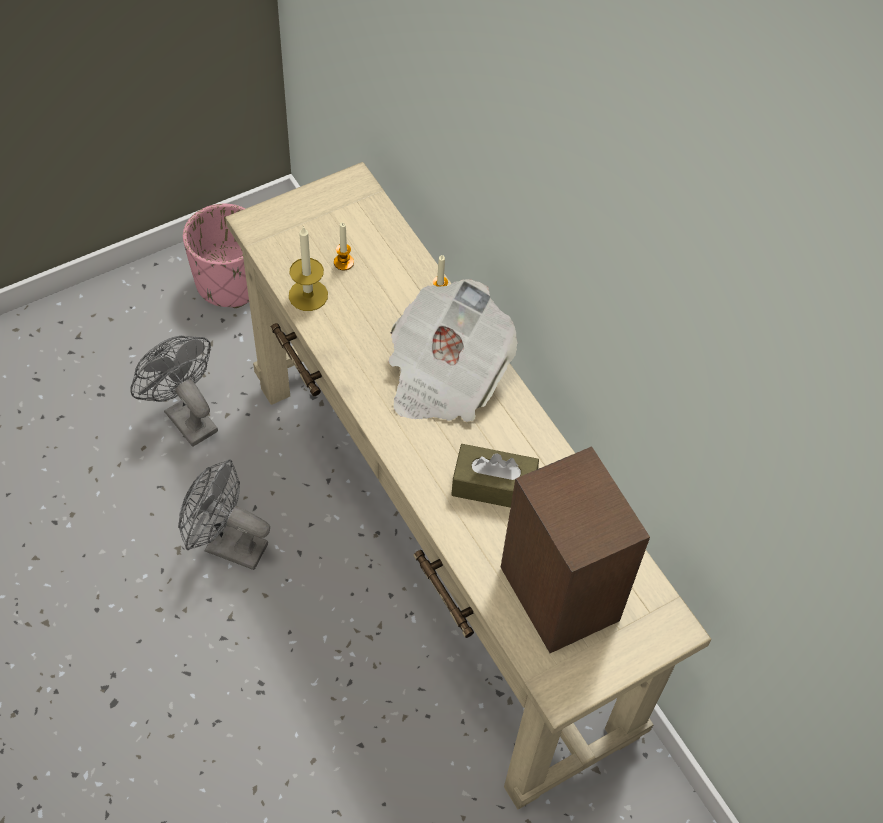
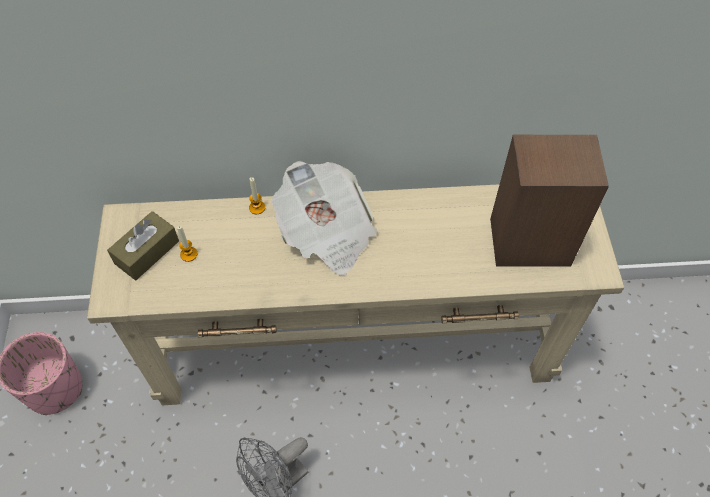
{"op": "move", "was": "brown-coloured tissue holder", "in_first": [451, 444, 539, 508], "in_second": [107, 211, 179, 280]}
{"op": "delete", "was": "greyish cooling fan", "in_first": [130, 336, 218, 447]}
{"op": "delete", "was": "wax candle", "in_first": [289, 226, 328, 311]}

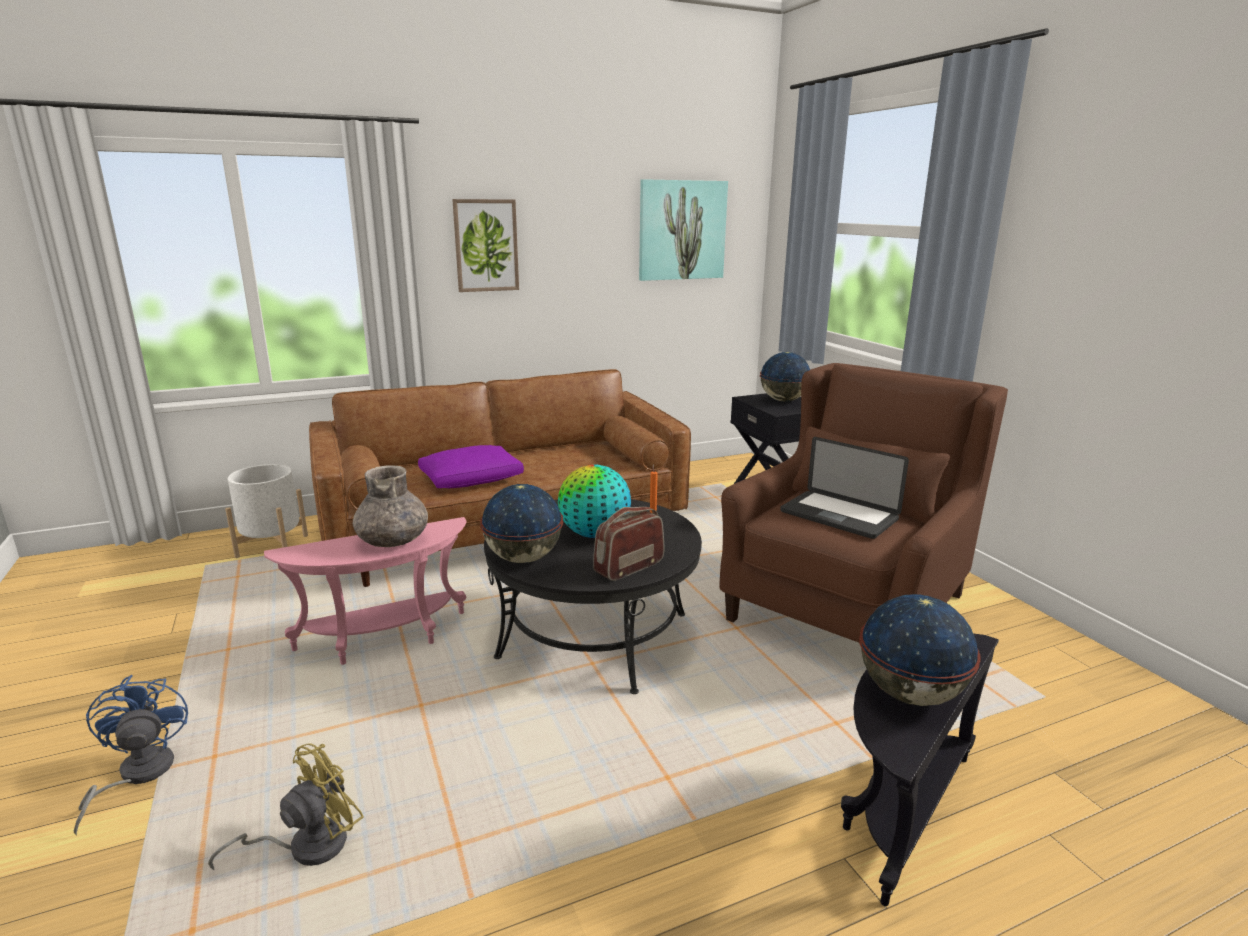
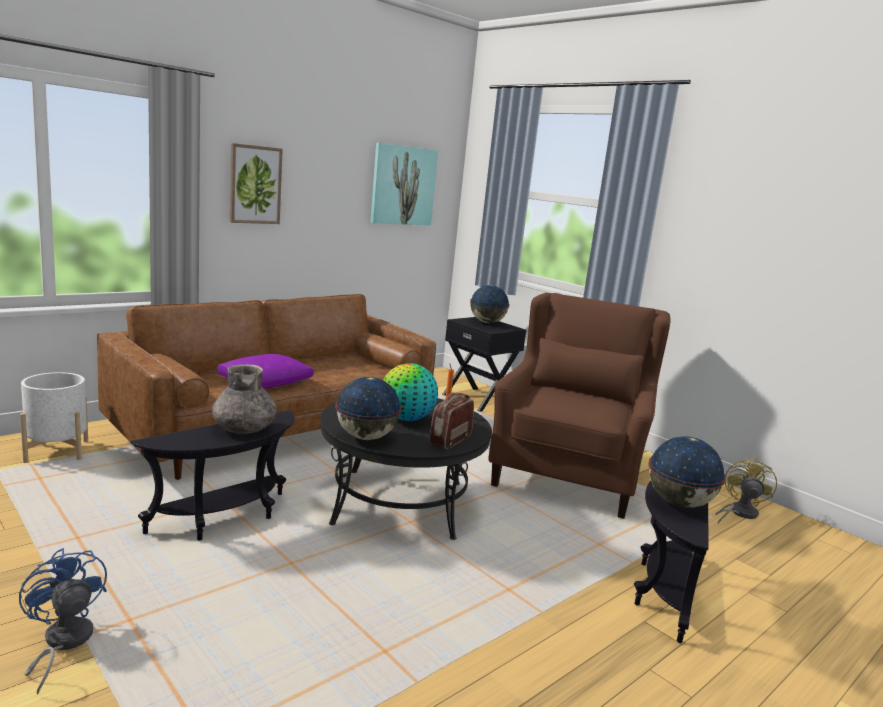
{"op": "recolor", "was": "pink end table", "now": "black end table", "in_first": [264, 517, 467, 665], "in_second": [130, 410, 295, 541]}
{"op": "move", "was": "yellowish cooling fan", "in_first": [208, 743, 364, 870], "in_second": [715, 458, 777, 524]}
{"op": "delete", "was": "laptop", "in_first": [780, 437, 909, 539]}

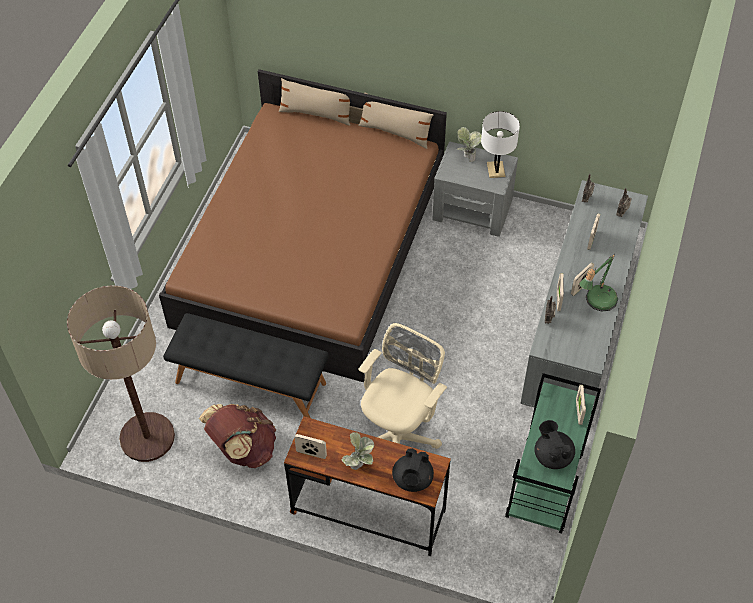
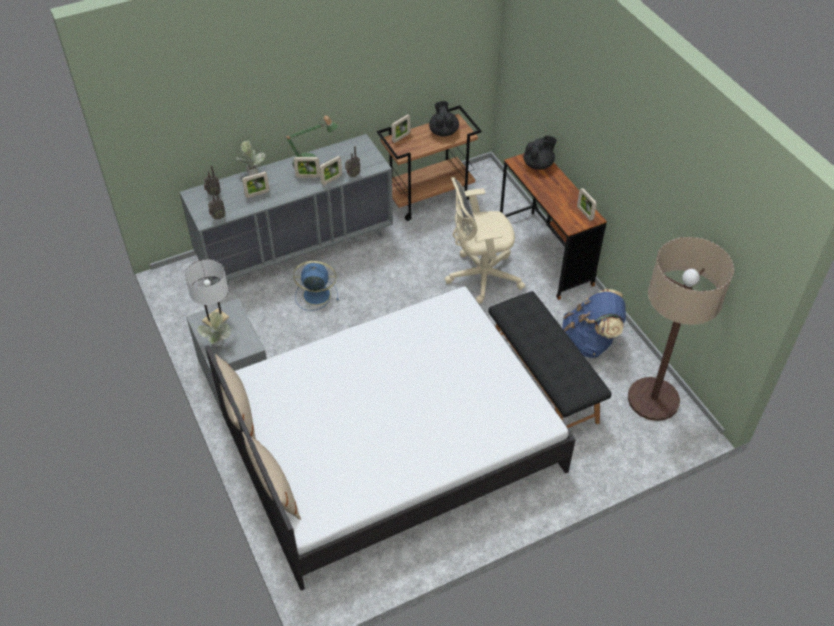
{"op": "recolor", "was": "brown-coloured bed", "now": "whitish bed", "in_first": [159, 69, 447, 382], "in_second": [205, 287, 576, 591]}
{"op": "move", "was": "potted plant", "in_first": [342, 432, 374, 470], "in_second": [235, 141, 265, 176]}
{"op": "insert", "now": "bluish cooling fan", "in_second": [293, 261, 338, 311]}
{"op": "recolor", "was": "green-coloured trolley", "now": "brown-coloured trolley", "in_first": [505, 373, 601, 534], "in_second": [377, 105, 482, 221]}
{"op": "rotate", "was": "black pot for tea", "in_first": [534, 420, 575, 469], "in_second": [429, 101, 459, 136], "clockwise": 150}
{"op": "recolor", "was": "brown-coloured rucksack", "now": "bluish rucksack", "in_first": [199, 404, 276, 468], "in_second": [563, 289, 626, 358]}

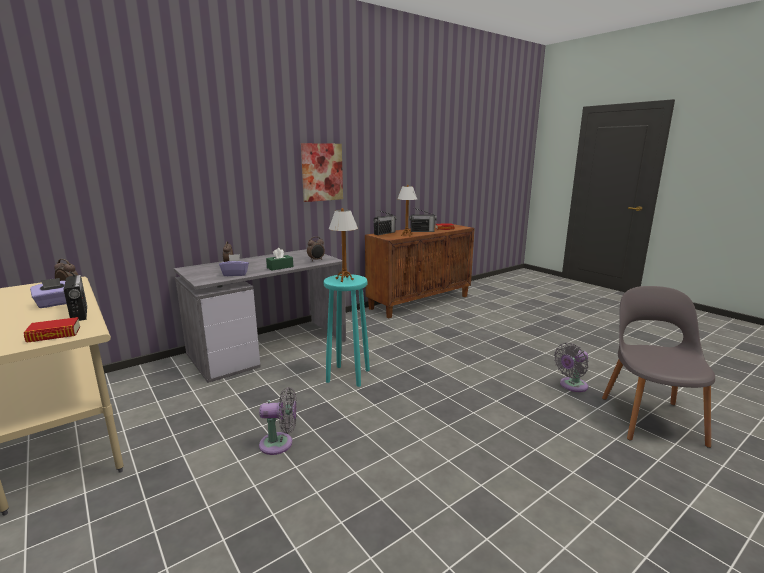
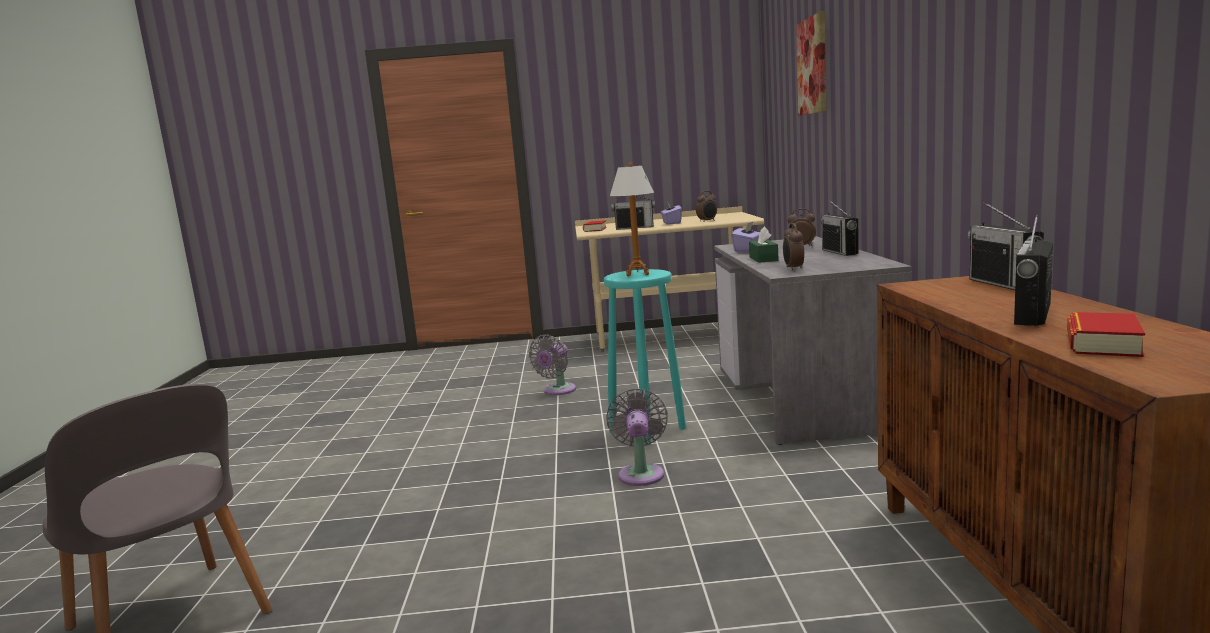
{"op": "move", "was": "greyish cooling fan", "in_first": [554, 343, 588, 392], "in_second": [607, 388, 668, 486]}
{"op": "move", "was": "wall art", "in_first": [301, 143, 343, 202], "in_second": [796, 11, 826, 116]}
{"op": "insert", "now": "radio receiver", "in_second": [821, 200, 859, 256]}
{"op": "delete", "was": "lamp for a table", "in_first": [397, 185, 417, 236]}

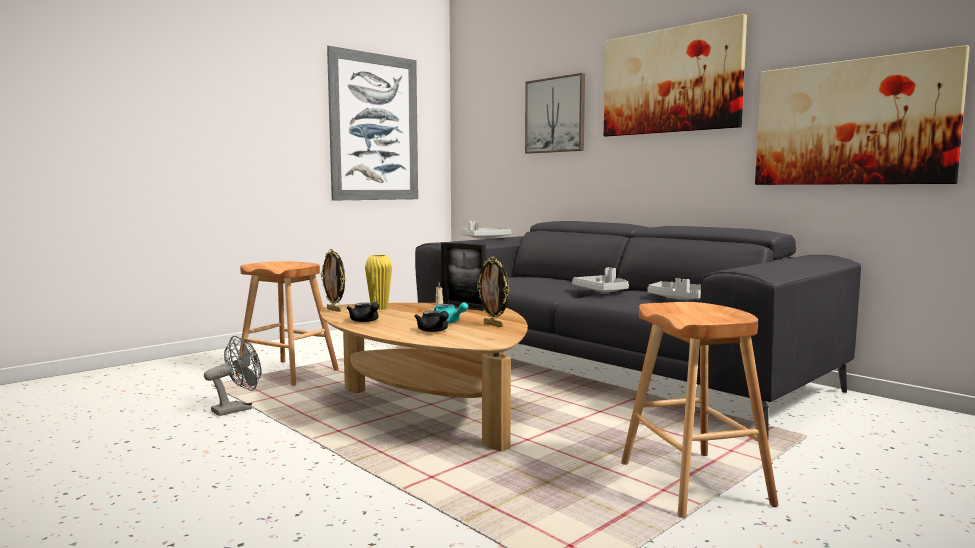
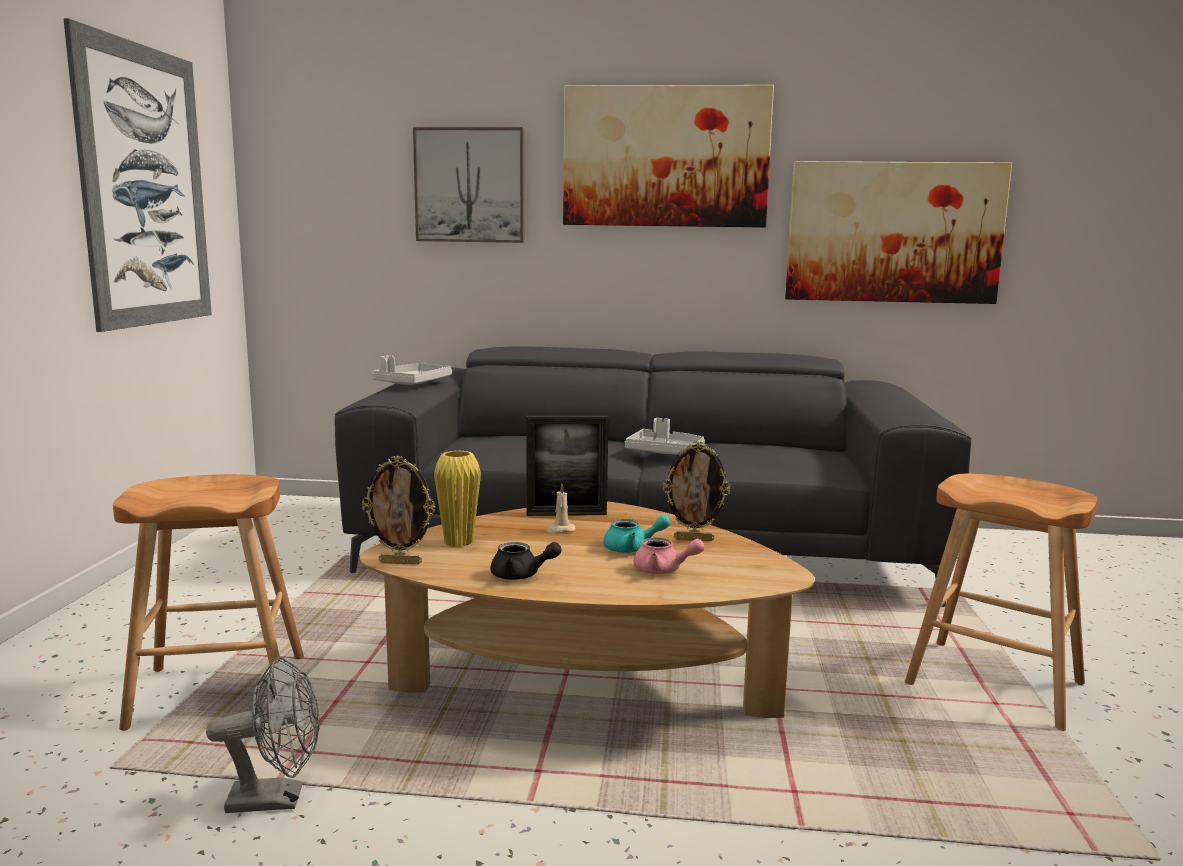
{"op": "rotate", "was": "greyish cooling fan", "in_first": [204, 336, 261, 416], "in_second": [206, 657, 320, 813], "clockwise": 75}
{"op": "recolor", "was": "black pot for tea", "now": "pink pot for tea", "in_first": [414, 311, 449, 332], "in_second": [634, 537, 705, 574]}
{"op": "delete", "was": "greyish tray", "in_first": [647, 278, 701, 300]}

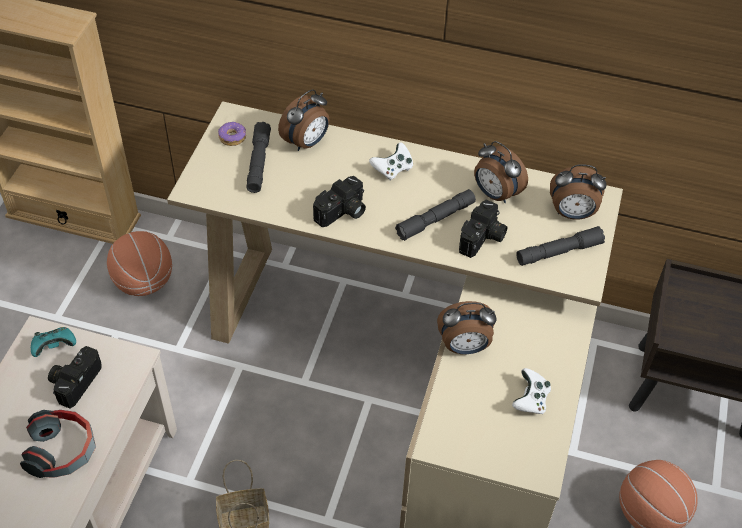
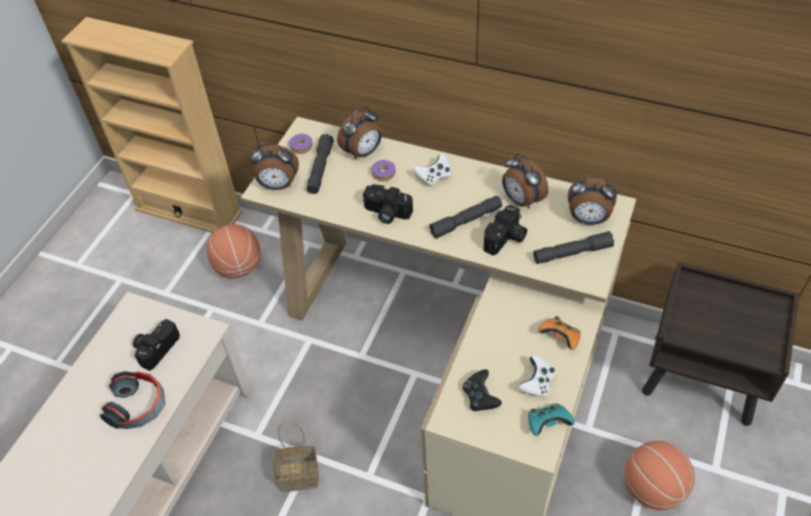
{"op": "move", "was": "alarm clock", "in_first": [437, 301, 496, 354], "in_second": [251, 142, 299, 190]}
{"op": "rotate", "was": "photo camera", "in_first": [313, 176, 366, 227], "in_second": [363, 184, 413, 224], "clockwise": 60}
{"op": "insert", "now": "ring doughnut", "in_second": [371, 160, 396, 181]}
{"op": "insert", "now": "black game controller", "in_second": [463, 369, 502, 411]}
{"op": "move", "was": "turquoise game controller", "in_first": [31, 327, 76, 357], "in_second": [528, 404, 575, 436]}
{"op": "insert", "now": "orange game controller", "in_second": [538, 316, 581, 350]}

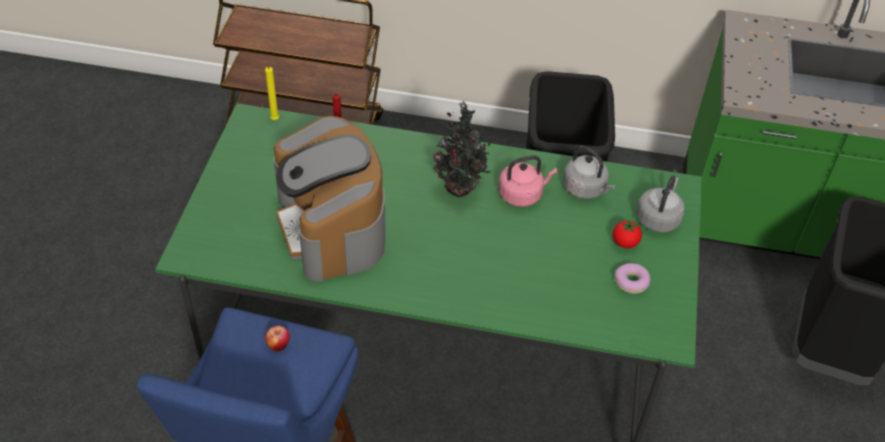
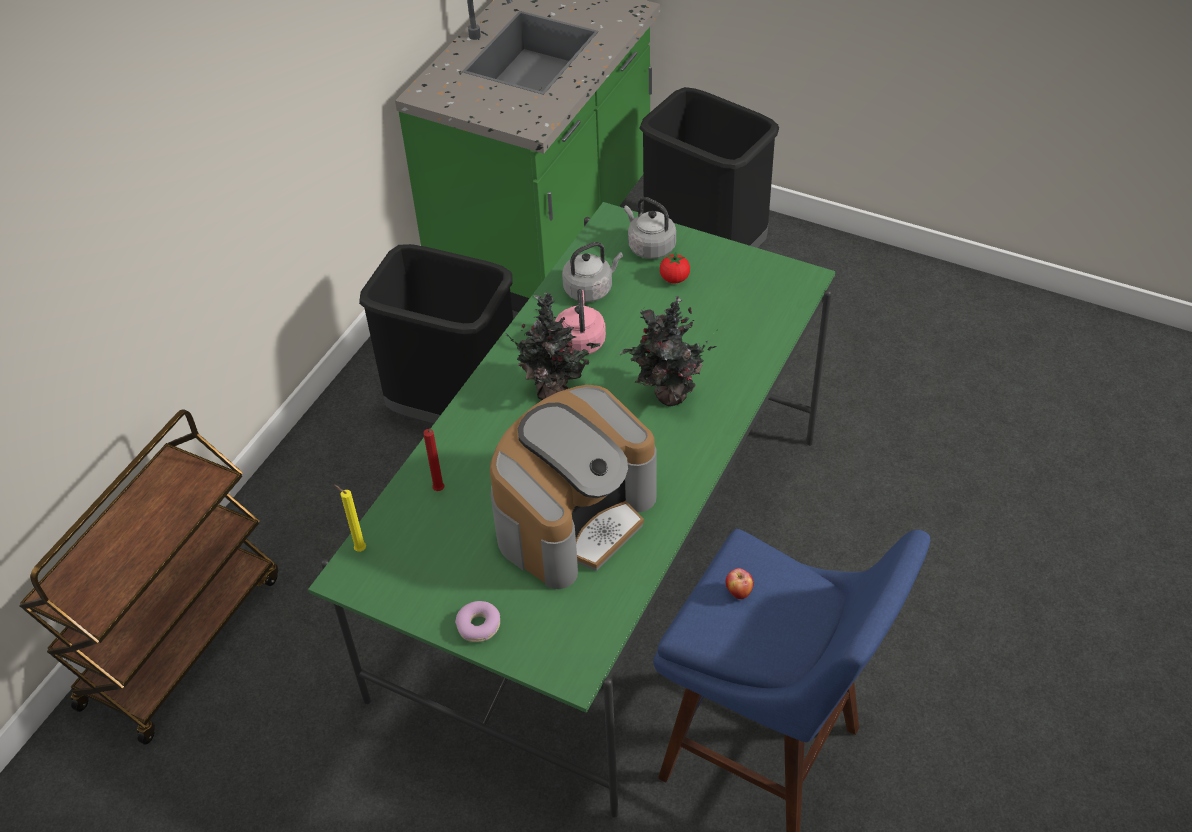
{"op": "move", "was": "ring doughnut", "in_first": [614, 263, 651, 294], "in_second": [455, 601, 500, 642]}
{"op": "rotate", "was": "coffee machine", "in_first": [274, 116, 385, 282], "in_second": [490, 385, 657, 589], "clockwise": -45}
{"op": "insert", "now": "potted plant", "in_second": [619, 296, 718, 407]}

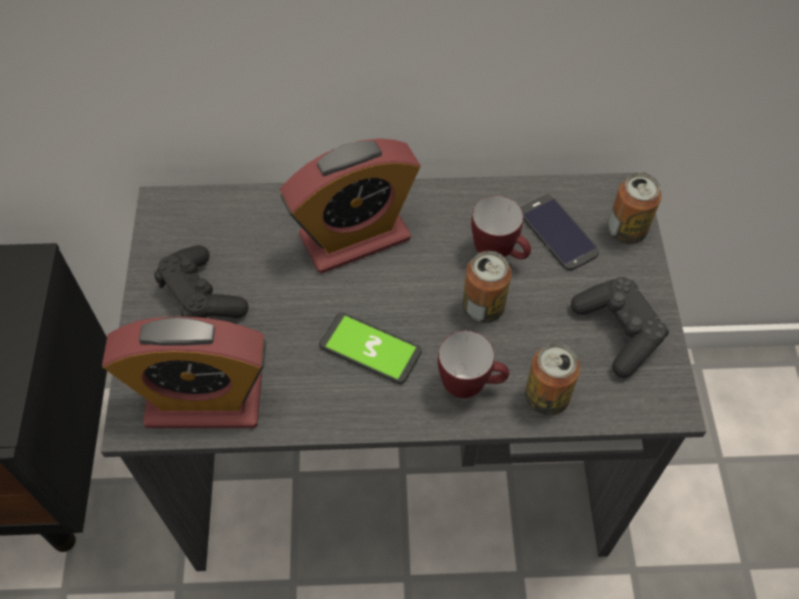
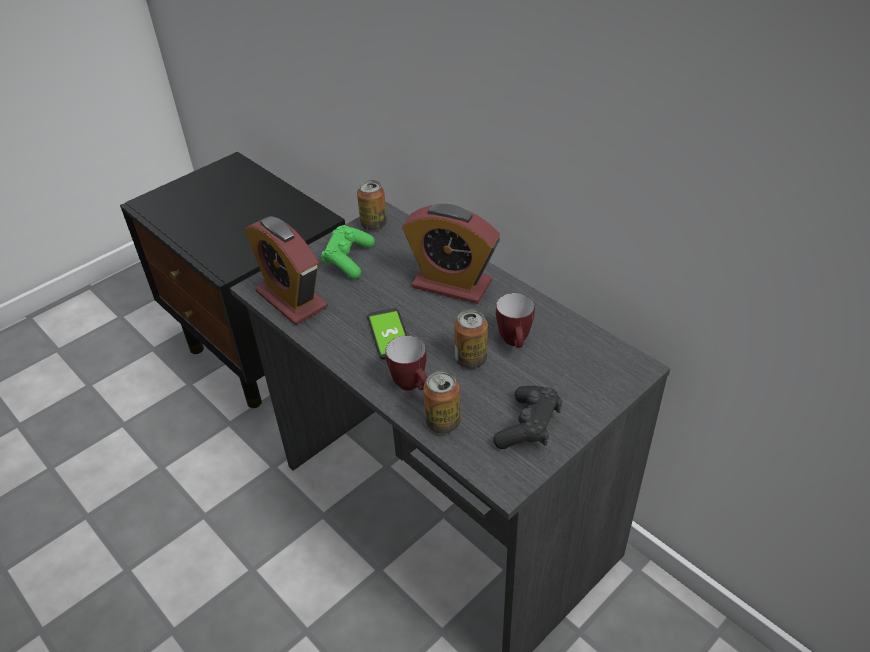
{"op": "recolor", "was": "black game controller", "now": "green-coloured game controller", "in_first": [154, 245, 248, 318], "in_second": [322, 225, 375, 279]}
{"op": "move", "was": "can", "in_first": [607, 173, 662, 244], "in_second": [357, 180, 387, 231]}
{"op": "delete", "was": "handset", "in_first": [520, 194, 599, 271]}

